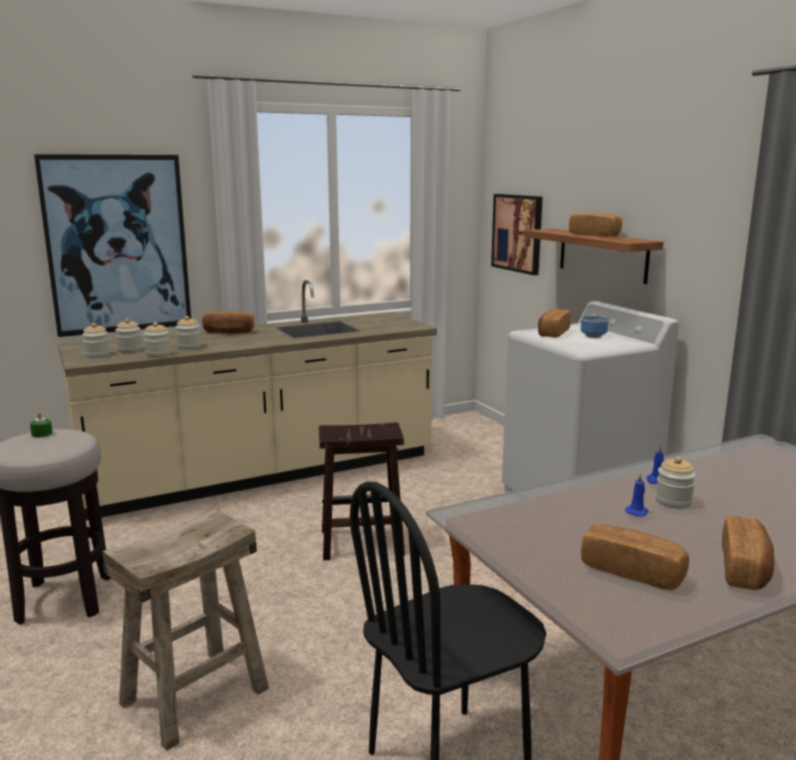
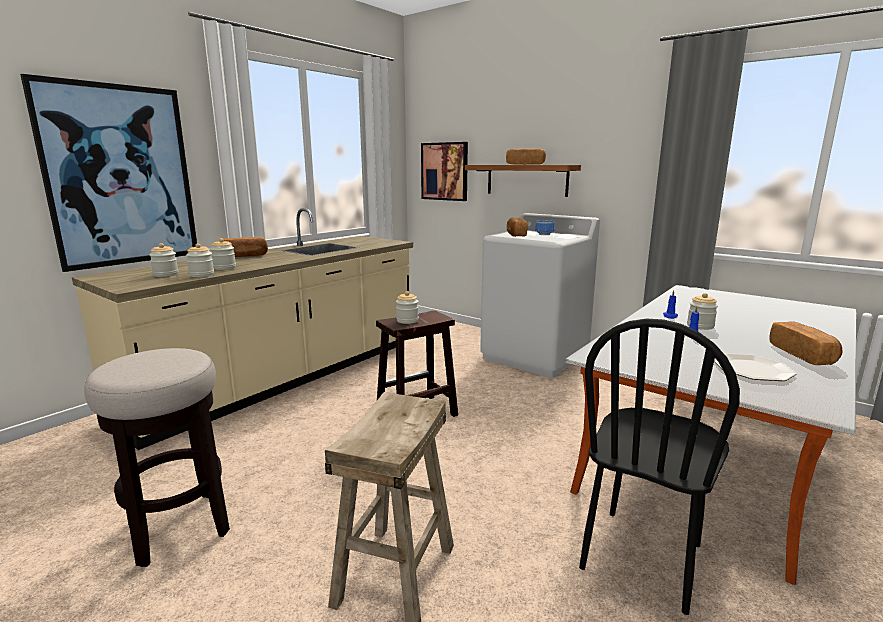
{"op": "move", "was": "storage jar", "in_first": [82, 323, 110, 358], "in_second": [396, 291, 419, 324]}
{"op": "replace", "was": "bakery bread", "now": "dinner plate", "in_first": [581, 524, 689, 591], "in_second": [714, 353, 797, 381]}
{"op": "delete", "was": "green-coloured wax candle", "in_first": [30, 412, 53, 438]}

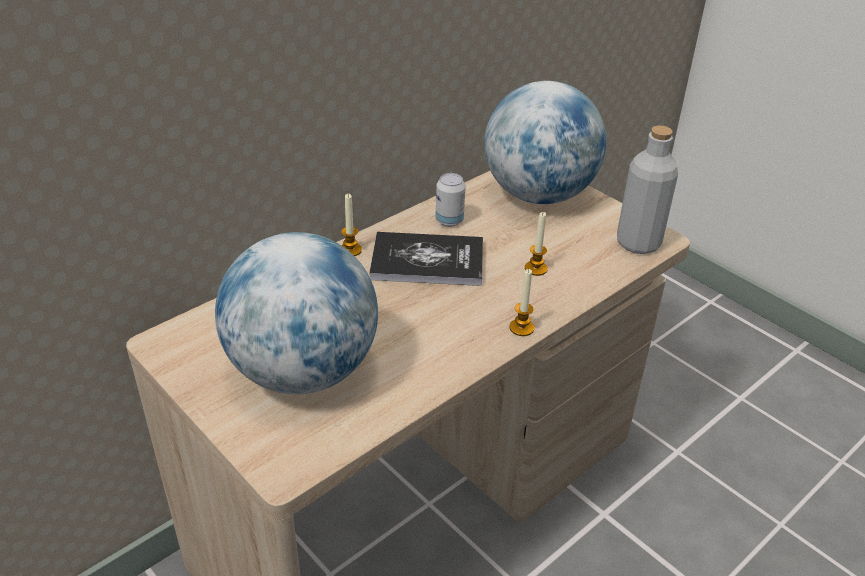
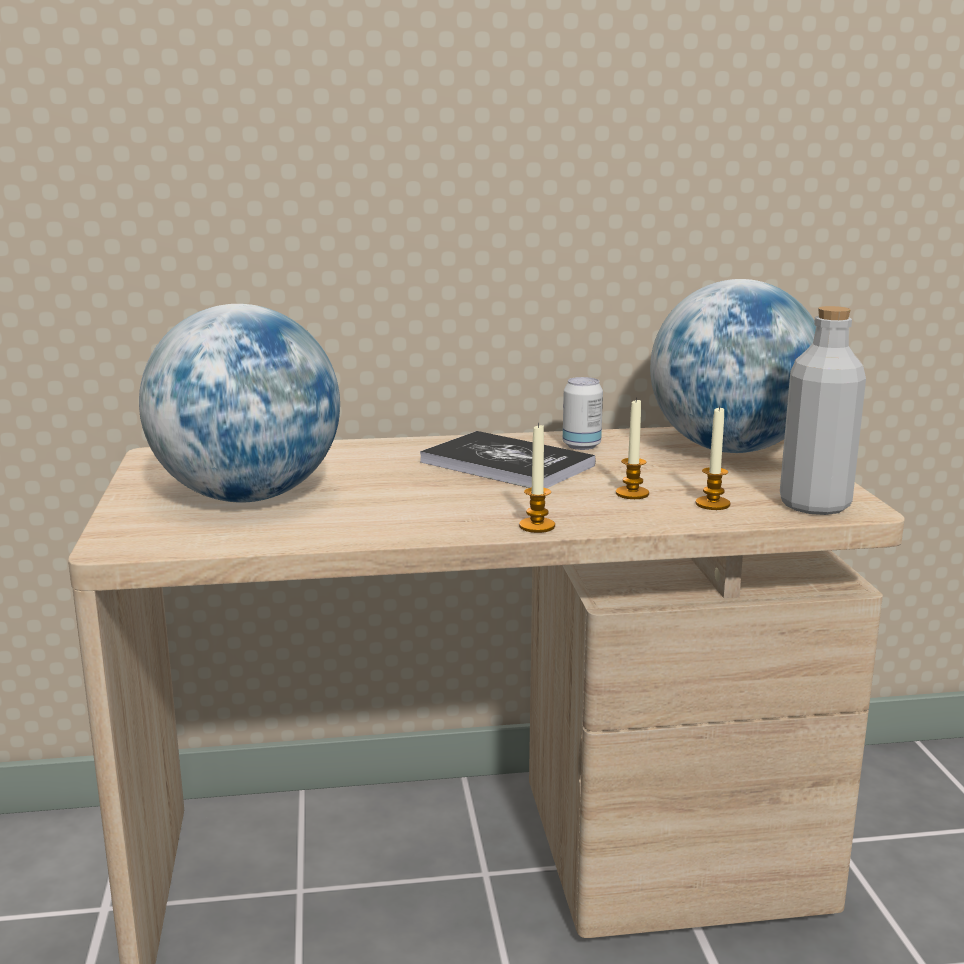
{"op": "move", "was": "wax candle", "in_first": [341, 194, 362, 256], "in_second": [696, 406, 730, 510]}

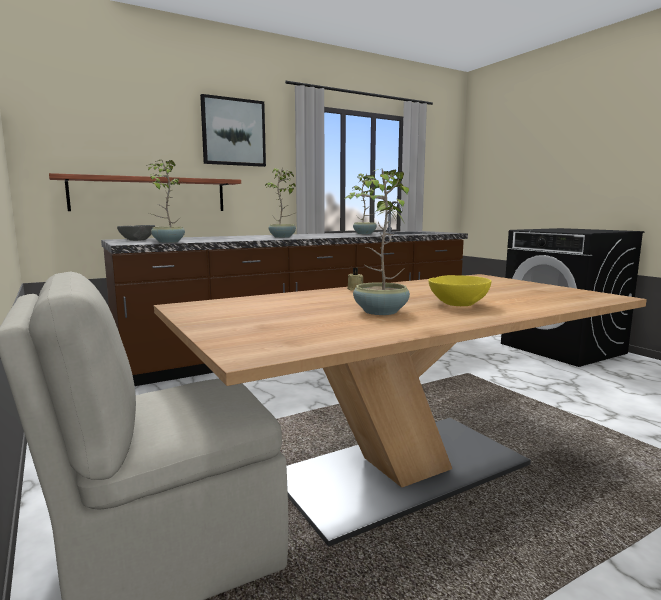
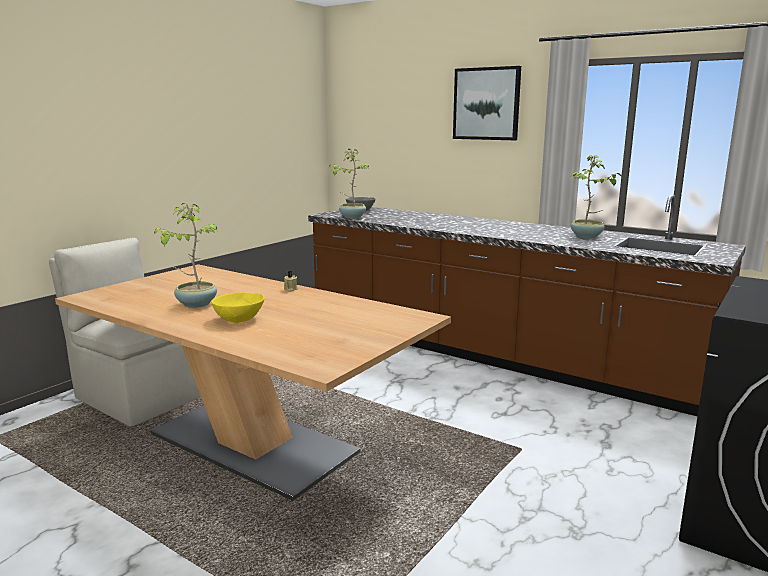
{"op": "delete", "was": "bracket shelf", "in_first": [49, 173, 241, 211]}
{"op": "delete", "was": "potted plant", "in_first": [265, 168, 297, 238]}

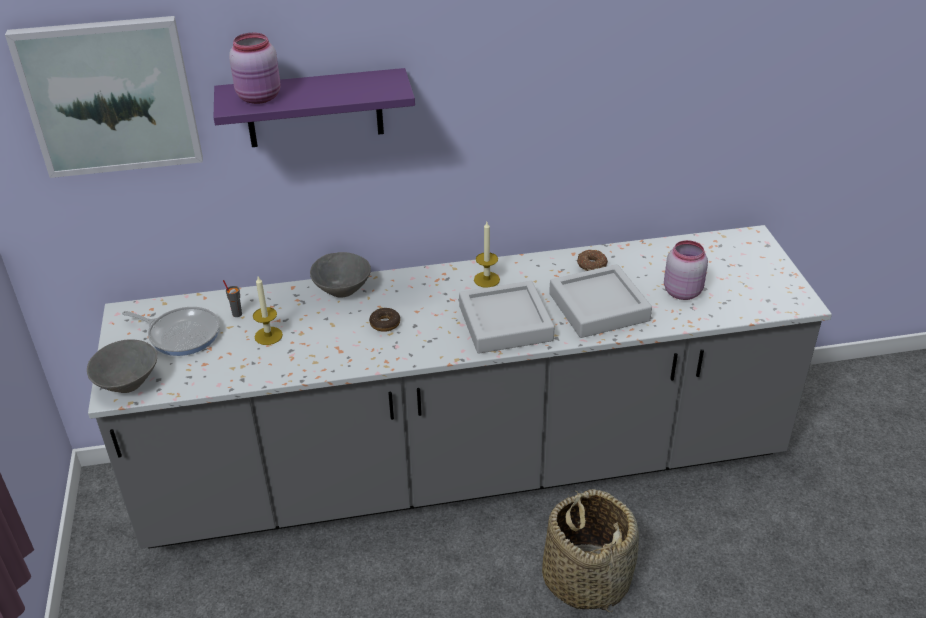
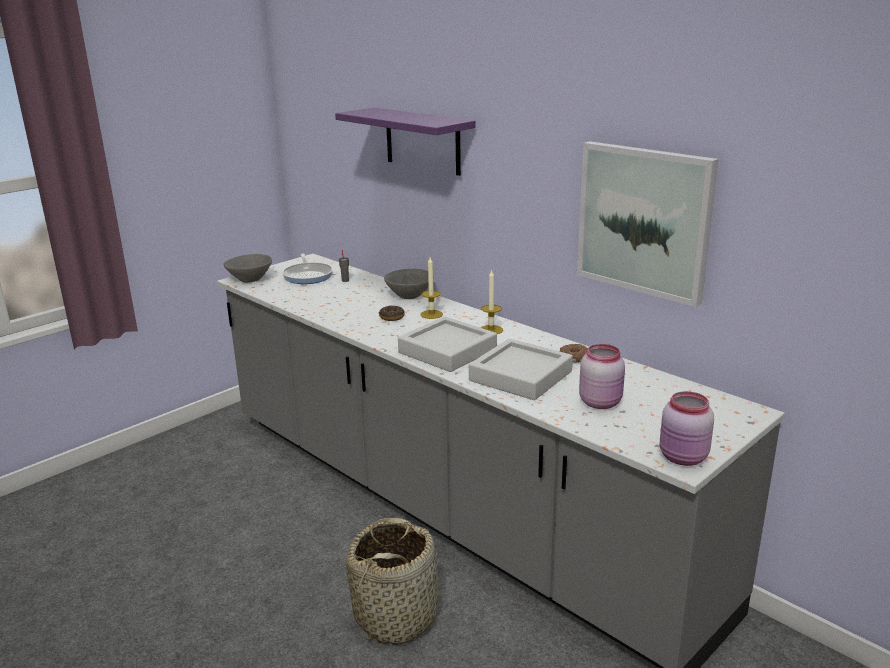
{"op": "move", "was": "wax candle", "in_first": [253, 277, 283, 345], "in_second": [420, 257, 443, 319]}
{"op": "move", "was": "wall art", "in_first": [5, 16, 203, 178], "in_second": [577, 141, 719, 307]}
{"op": "move", "was": "pink storage jar", "in_first": [229, 33, 281, 104], "in_second": [660, 391, 714, 466]}

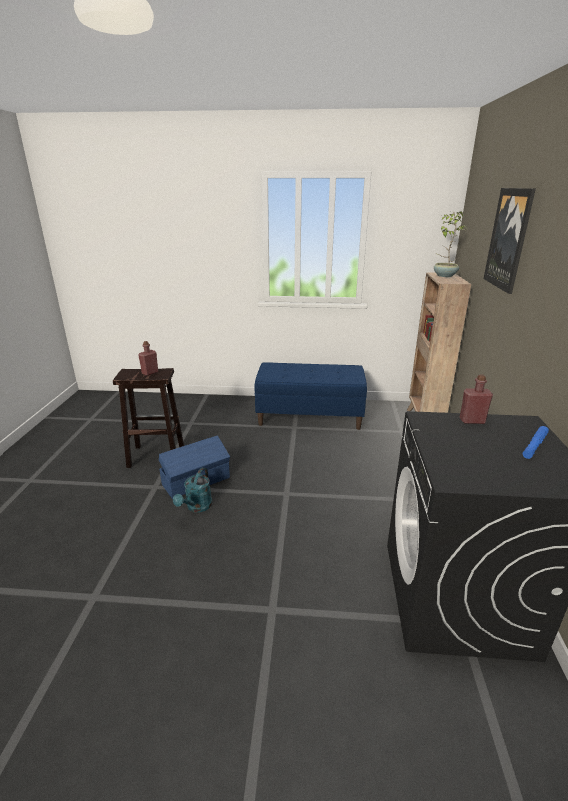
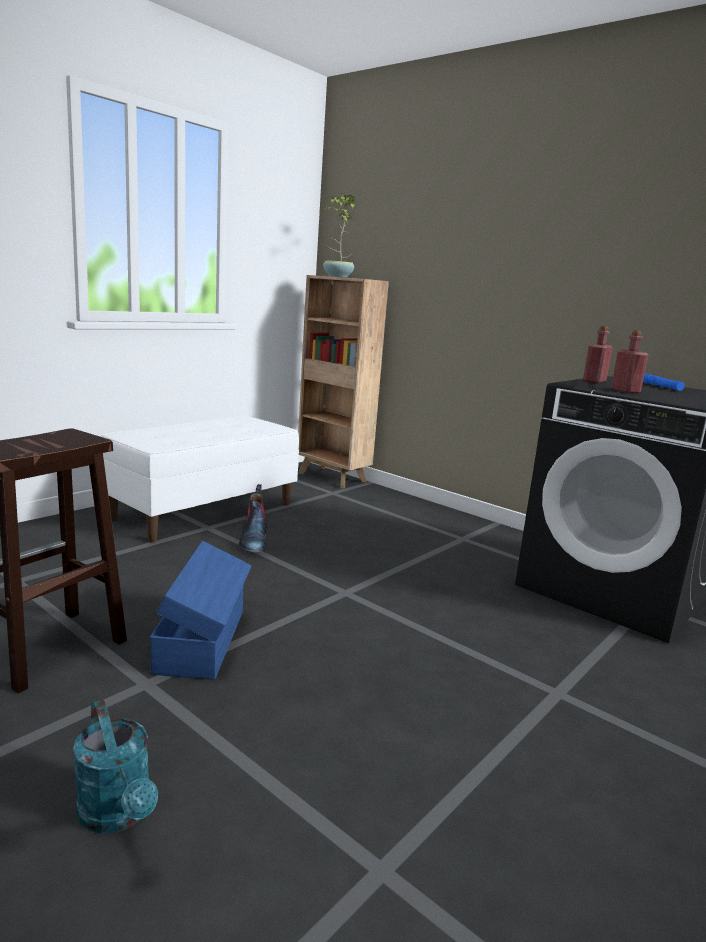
{"op": "move", "was": "turquoise watering pot", "in_first": [173, 468, 212, 513], "in_second": [73, 700, 158, 834]}
{"op": "recolor", "was": "bluish indoor bench", "now": "whitish indoor bench", "in_first": [254, 363, 367, 430], "in_second": [101, 416, 299, 542]}
{"op": "insert", "now": "boot", "in_second": [239, 484, 267, 552]}
{"op": "move", "was": "red-coloured bottle", "in_first": [138, 341, 158, 376], "in_second": [611, 330, 649, 394]}
{"op": "delete", "was": "wall art", "in_first": [484, 188, 536, 294]}

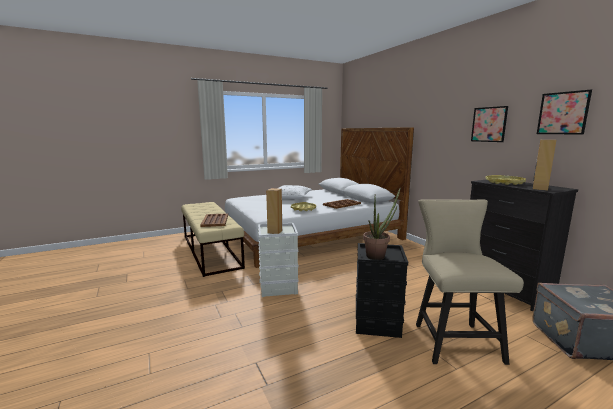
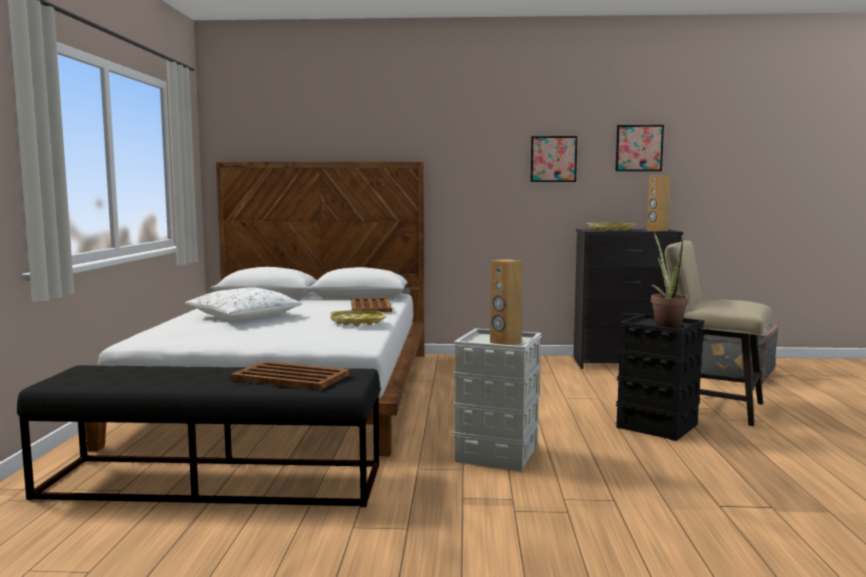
{"op": "recolor", "was": "beige indoor bench", "now": "black indoor bench", "in_first": [181, 202, 245, 277], "in_second": [17, 365, 381, 507]}

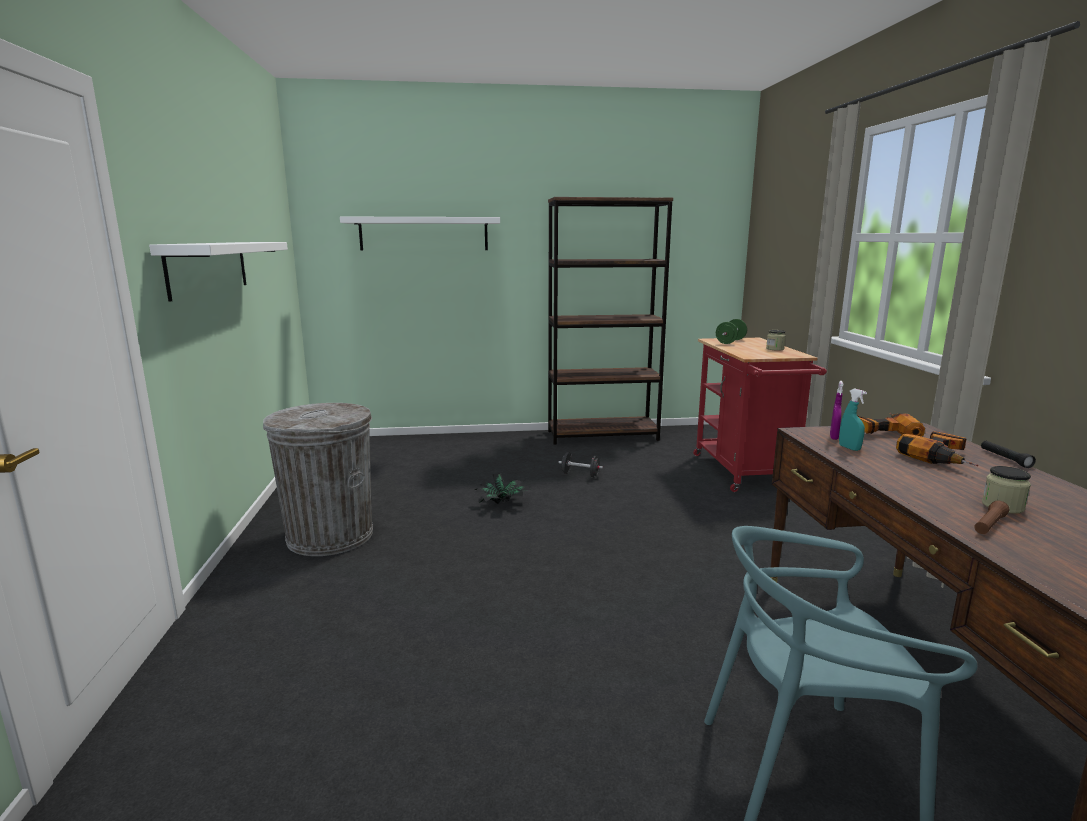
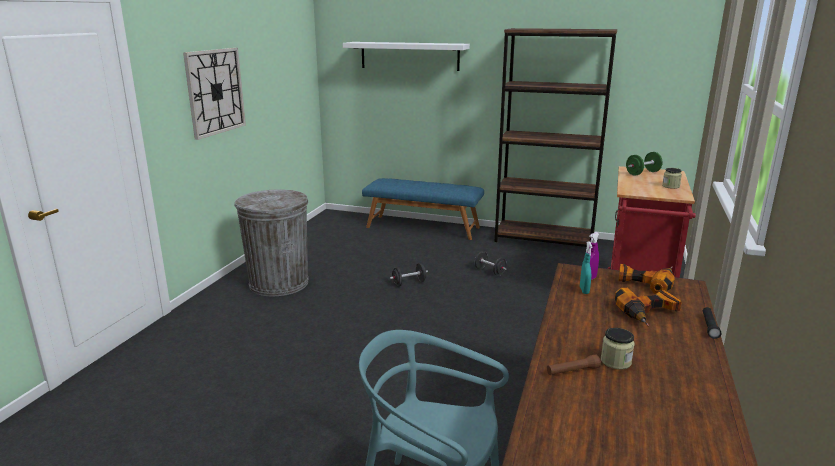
{"op": "replace", "was": "whitish bracket shelf", "now": "clock on the wall", "in_first": [149, 242, 288, 302], "in_second": [183, 48, 246, 140]}
{"op": "insert", "now": "bluish indoor bench", "in_second": [362, 178, 484, 240]}
{"op": "replace", "was": "potted plant", "now": "black free weight", "in_first": [475, 473, 531, 504], "in_second": [390, 263, 428, 286]}

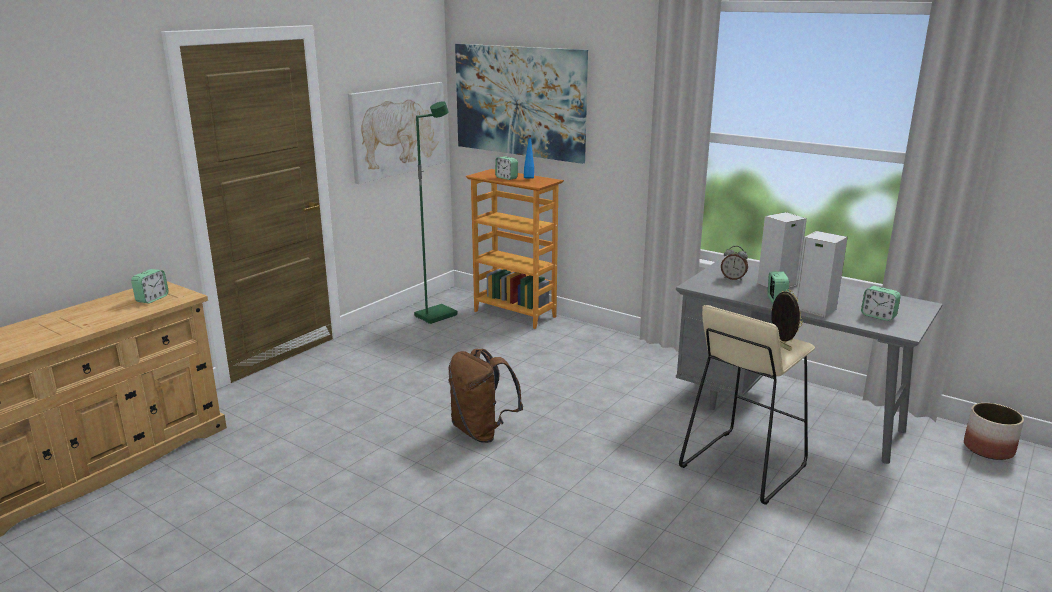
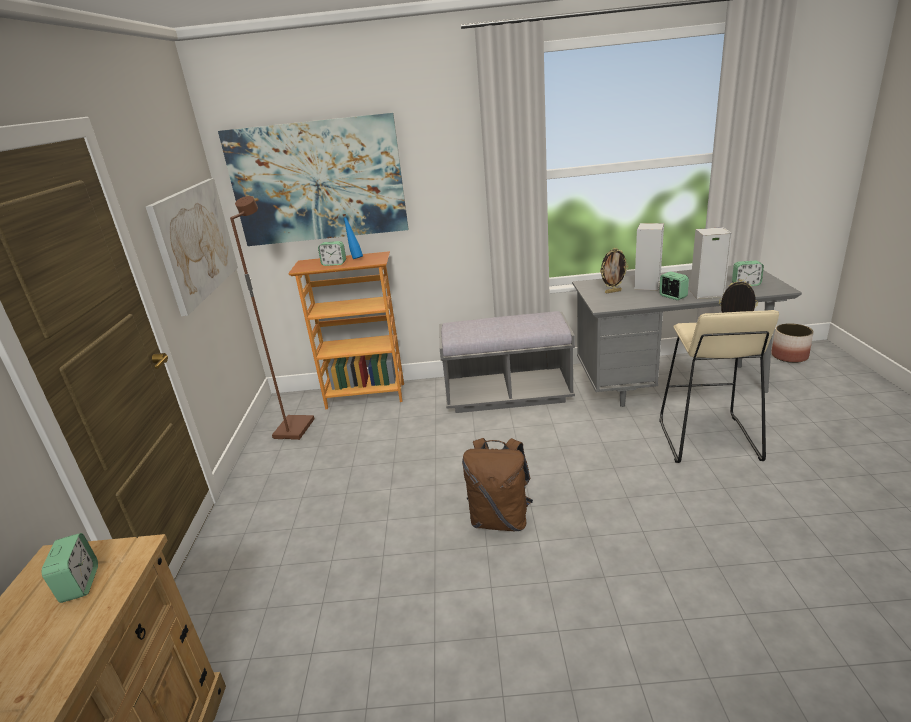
{"op": "recolor", "was": "green-coloured standing lamp", "now": "brown-coloured standing lamp", "in_first": [414, 101, 458, 324], "in_second": [230, 196, 314, 440]}
{"op": "insert", "now": "greyish indoor bench", "in_second": [439, 311, 575, 413]}
{"op": "replace", "was": "alarm clock", "now": "photo frame", "in_first": [721, 246, 748, 280], "in_second": [600, 248, 628, 293]}

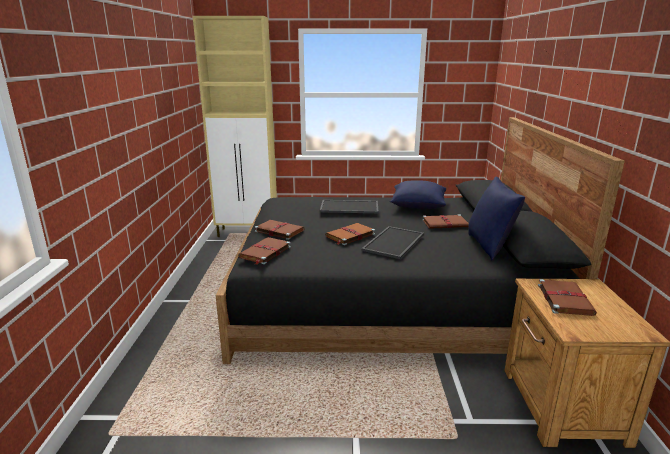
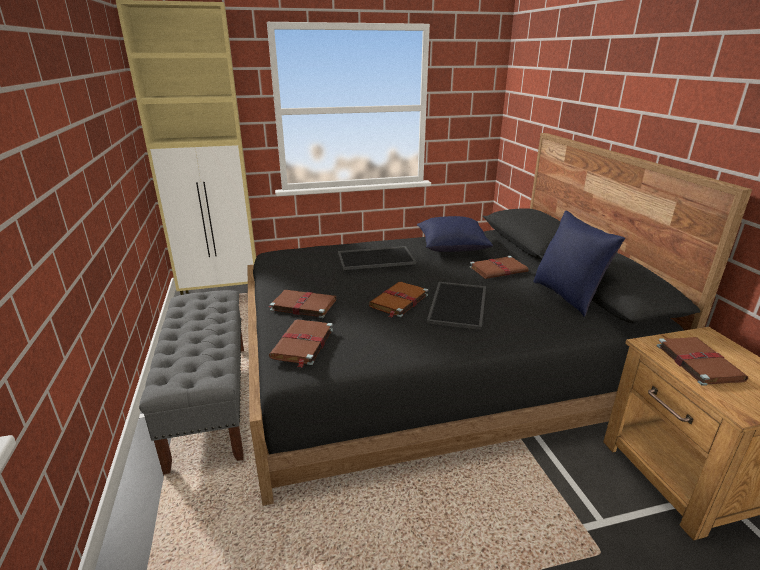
{"op": "insert", "now": "greyish indoor bench", "in_second": [139, 290, 244, 476]}

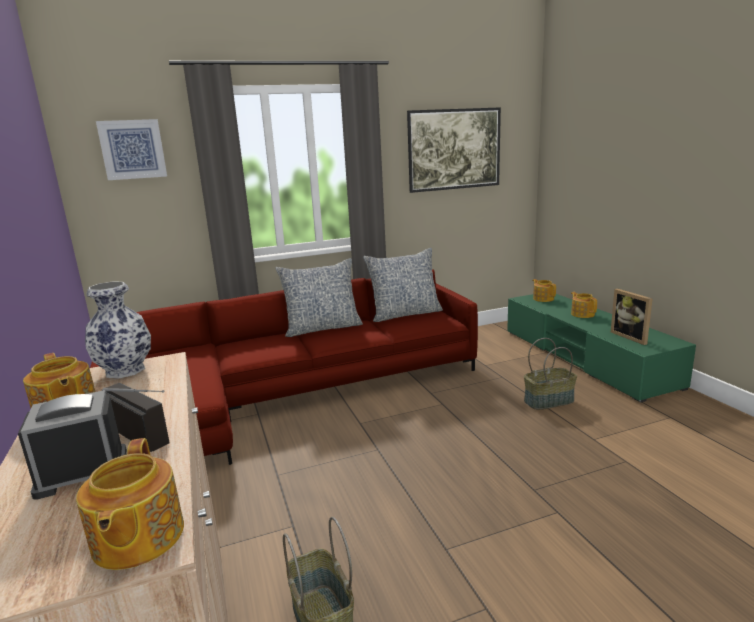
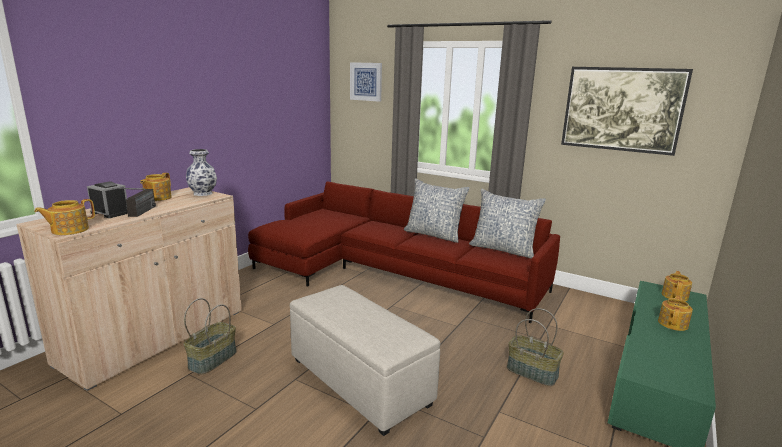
{"op": "insert", "now": "beige ottoman", "in_second": [290, 285, 440, 436]}
{"op": "delete", "was": "photo frame", "in_first": [611, 289, 652, 345]}

